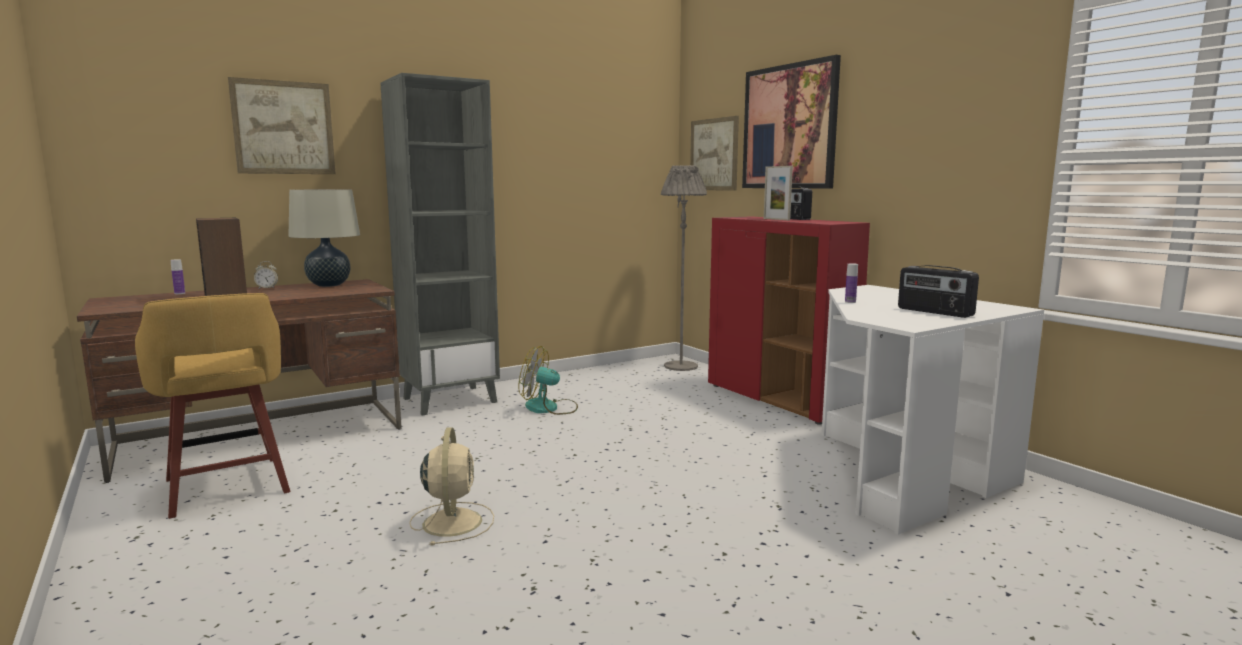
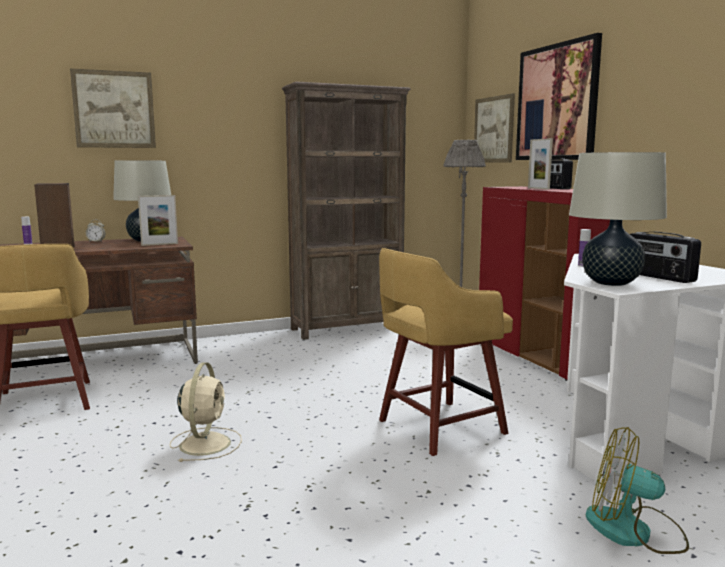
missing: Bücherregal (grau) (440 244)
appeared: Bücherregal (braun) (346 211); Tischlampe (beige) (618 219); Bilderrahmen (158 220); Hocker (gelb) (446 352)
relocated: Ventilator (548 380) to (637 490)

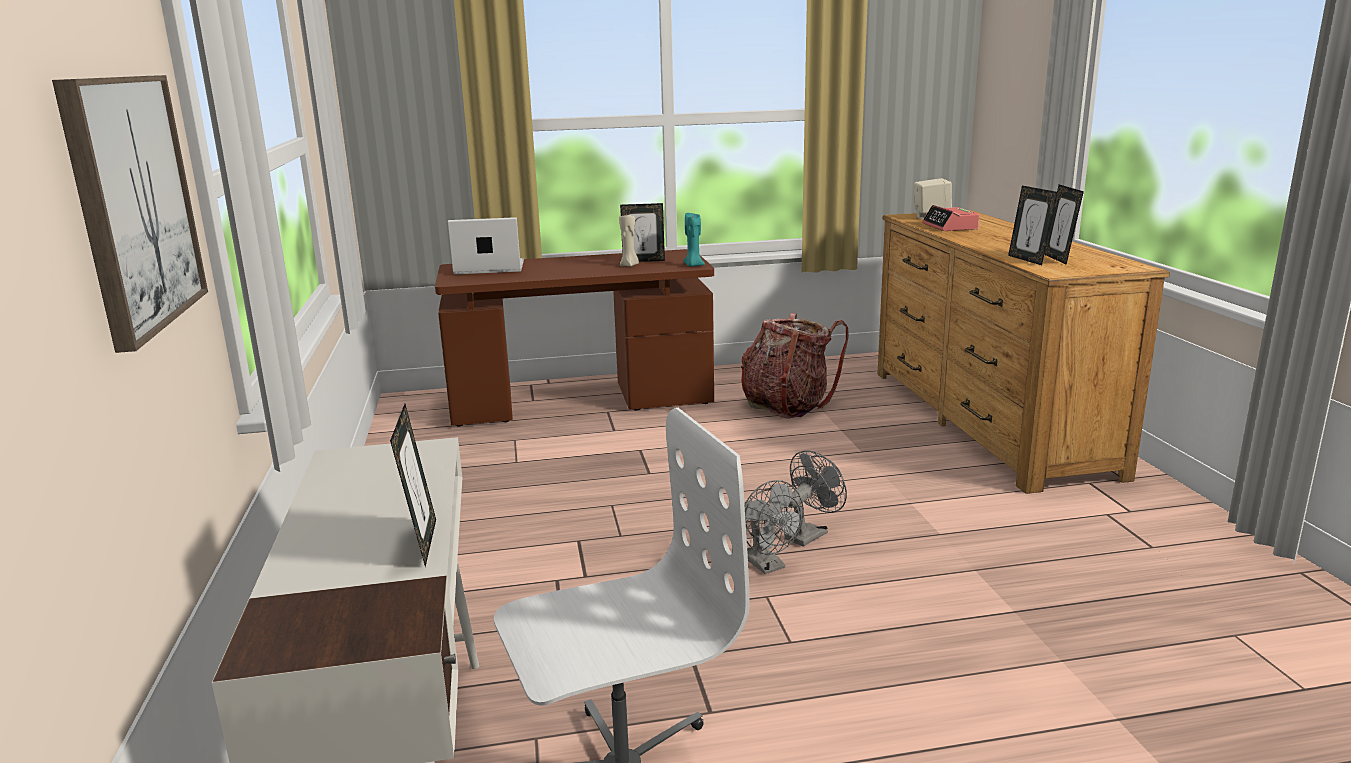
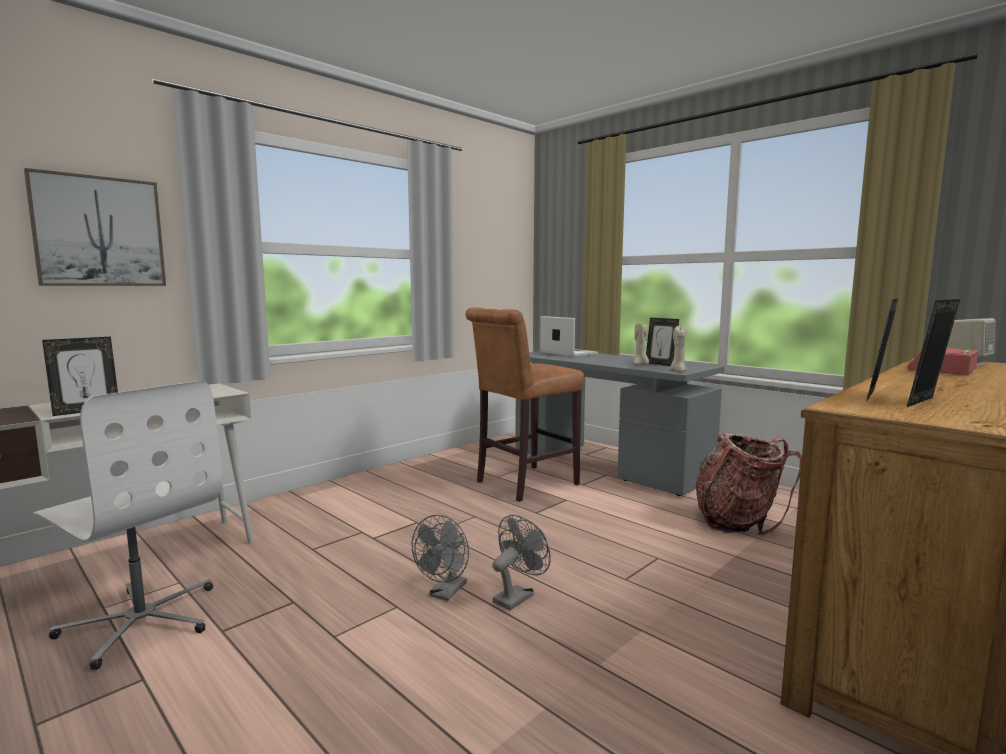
appeared: Hocker (braun) (525 405)
colour: Kerze (türkis) (694 240) to Kerze (beige) (679 349); Schreibtisch (braun) (574 338) to Schreibtisch (grau) (620 423)
spun: Ventilator (grau) (816 498) = (521 562) 60 degrees counterclockwise

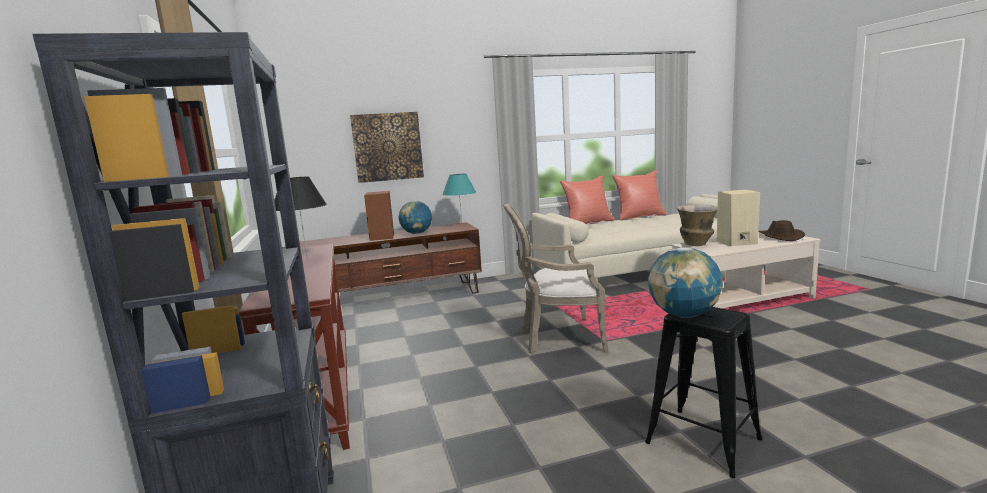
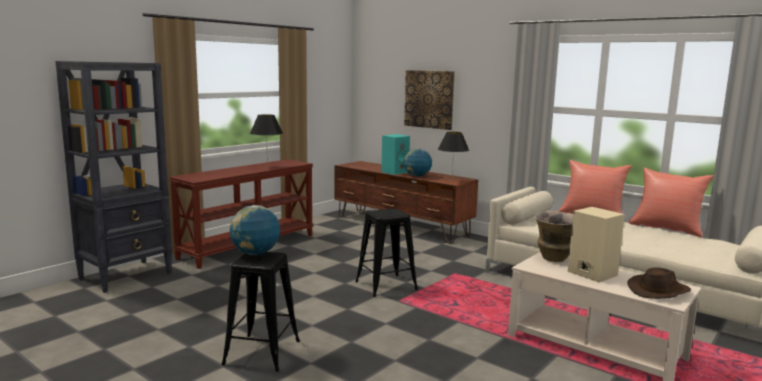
exchanged: Sessel (555 277) to Hocker (schwarz) (386 252)
colour: Tischlampe (türkis) (459 198) to Tischlampe (schwarz) (453 153); Lautsprecher (braun) (379 216) to Lautsprecher (türkis) (395 154)

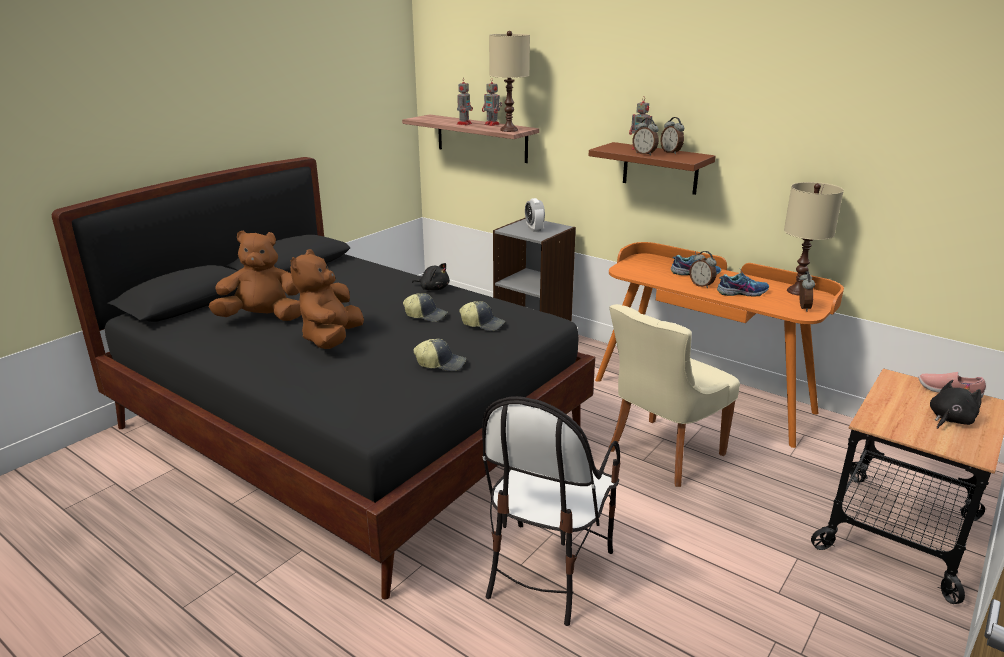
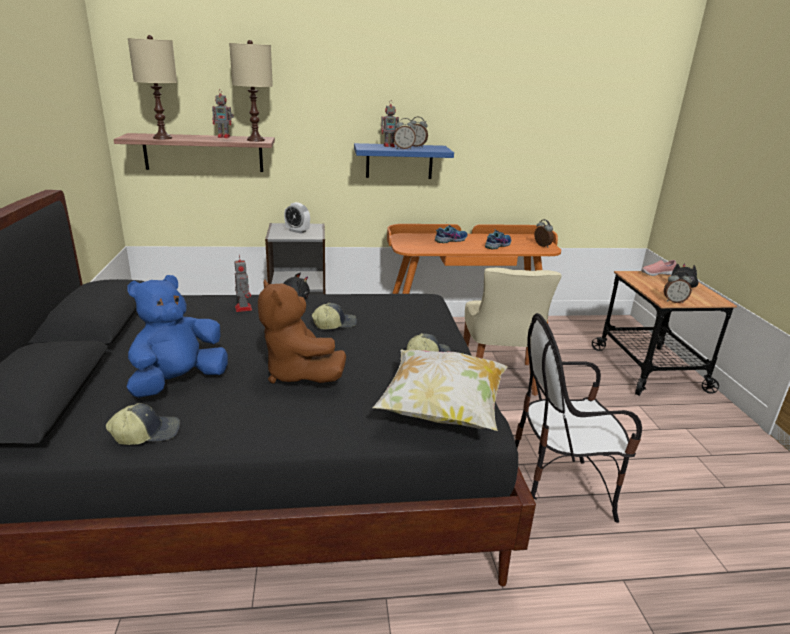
appeared: Kissen (440 390)
relocated: Spielzeugroboter (465 103) to (243 283); Tischlampe (beige) (814 239) to (152 87); Wecker (703 269) to (678 287); Kappe (482 316) to (143 424)
colour: Wandregal (braun) (652 168) to Wandregal (blau) (404 161); Plüschtier (braun) (255 276) to Plüschtier (blau) (177 336)
spun: Stuhl (551 511) = (578 418) 105 degrees clockwise

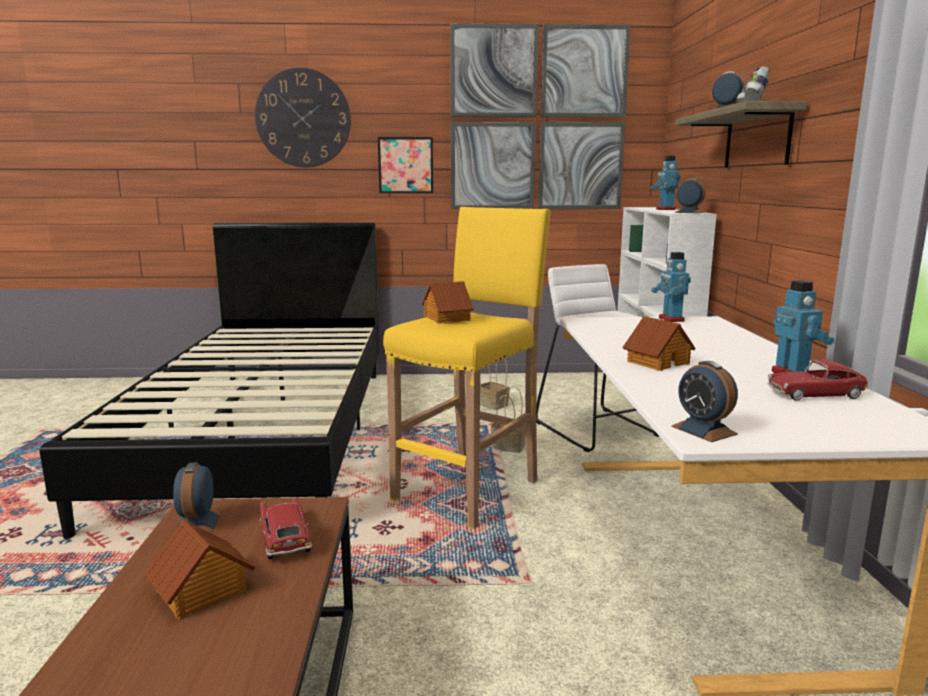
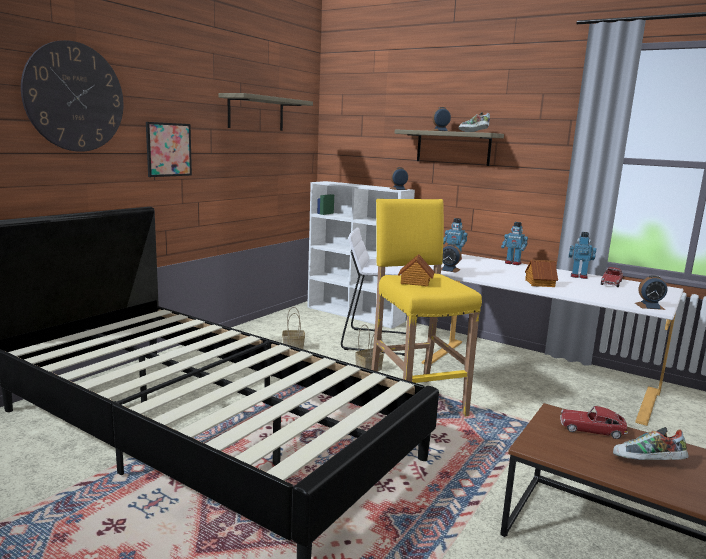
relocated: Spielzeugroboter (665 183) to (514 243); Wecker (197 497) to (451 258)
exchanged: Bild (540 116) to Wandregal (266 112); Spielzeughaus (200 569) to Schuh (651 443)

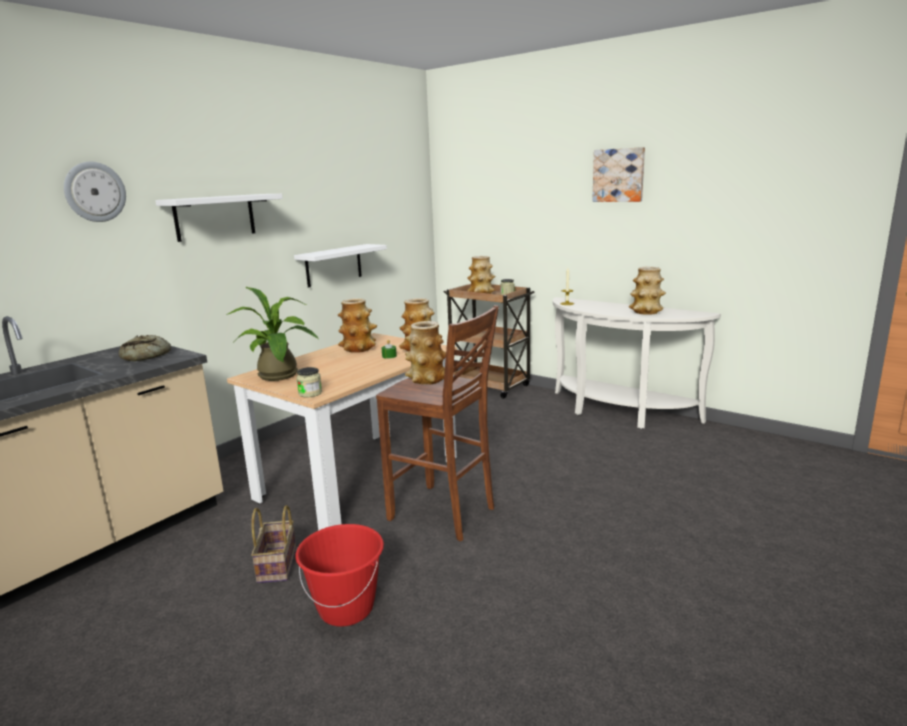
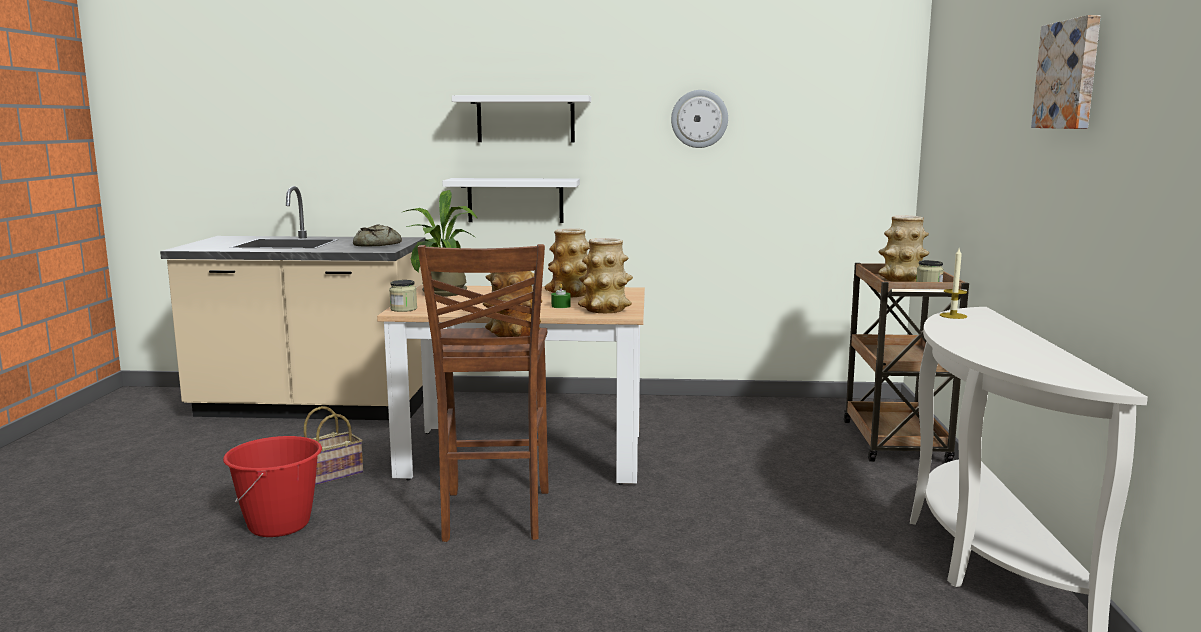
missing: Vase (647 291)
relocated: Wanduhr (95 192) to (699 119); Wandregal (weiß) (340 266) to (511 200)

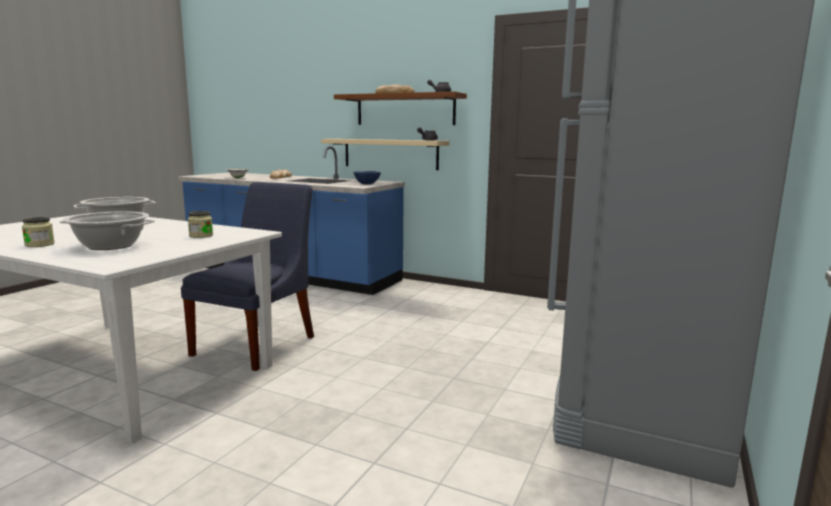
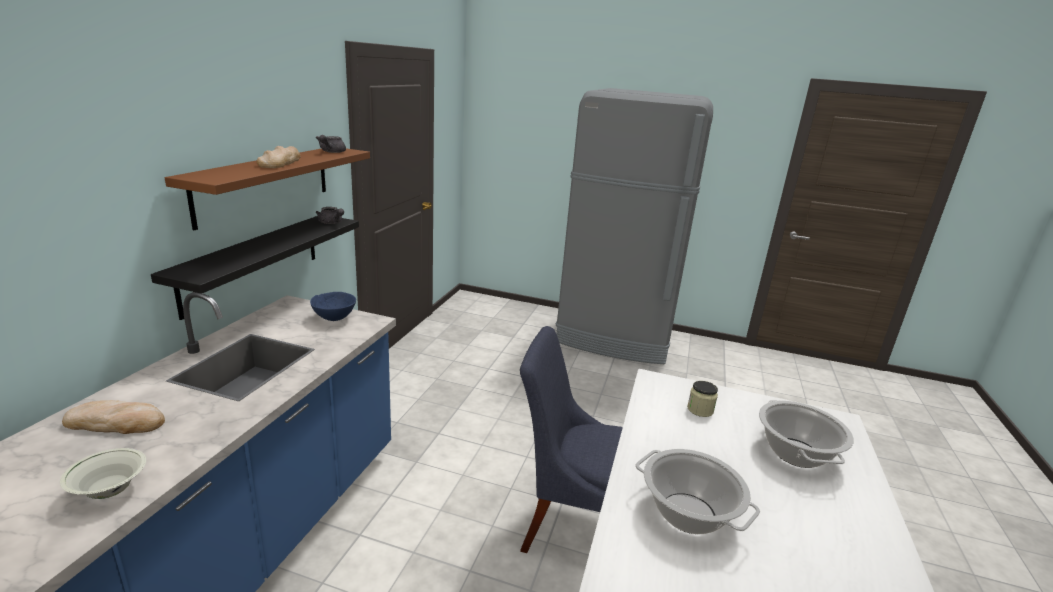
missing: Vorratsglas (38 232)
colour: Wandregal (beige) (385 154) to Wandregal (schwarz) (255 268)

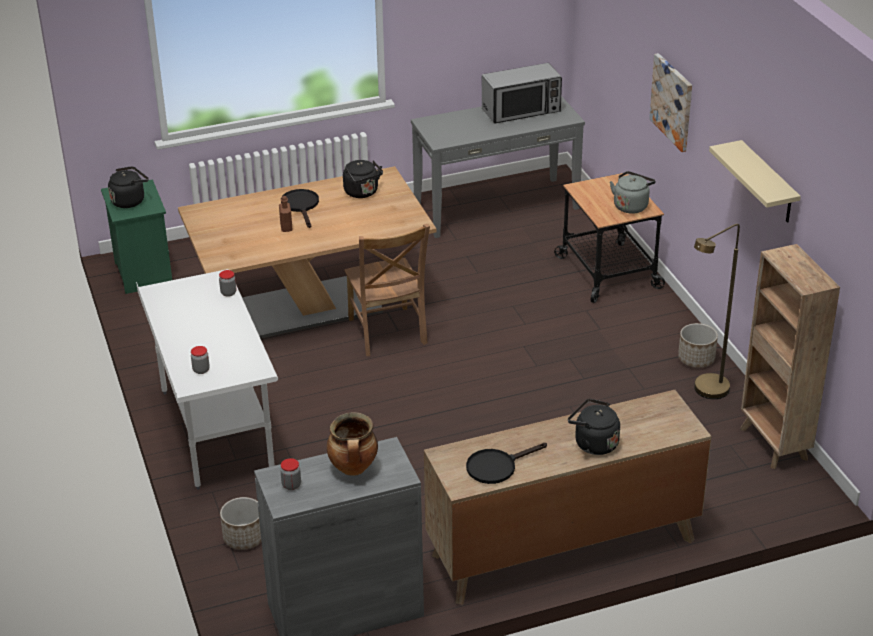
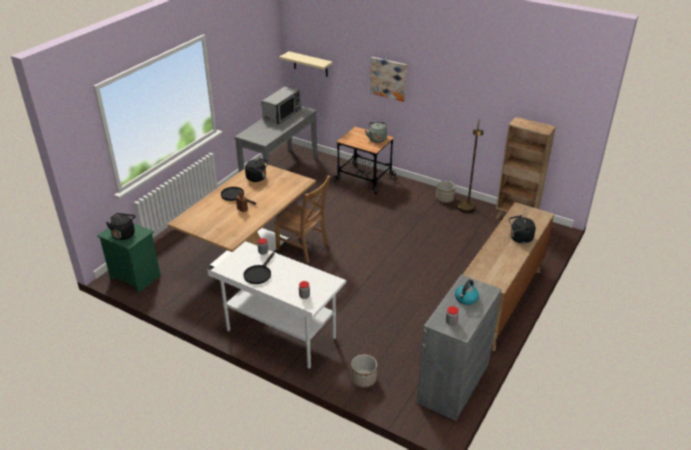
relocated: Wandregal (beige) (755 181) to (306 64); Pfanne (schwarz) (506 463) to (259 268)
exchanged: Kochtopf (352 444) to Wasserkessel (467 292)

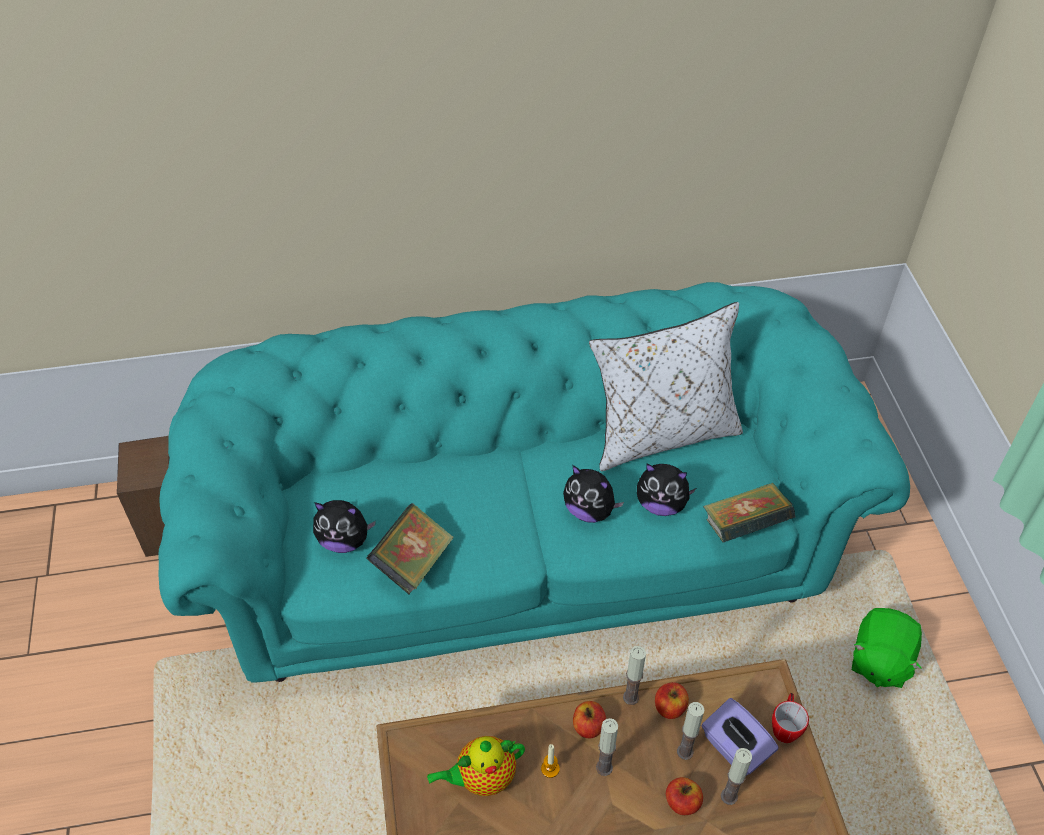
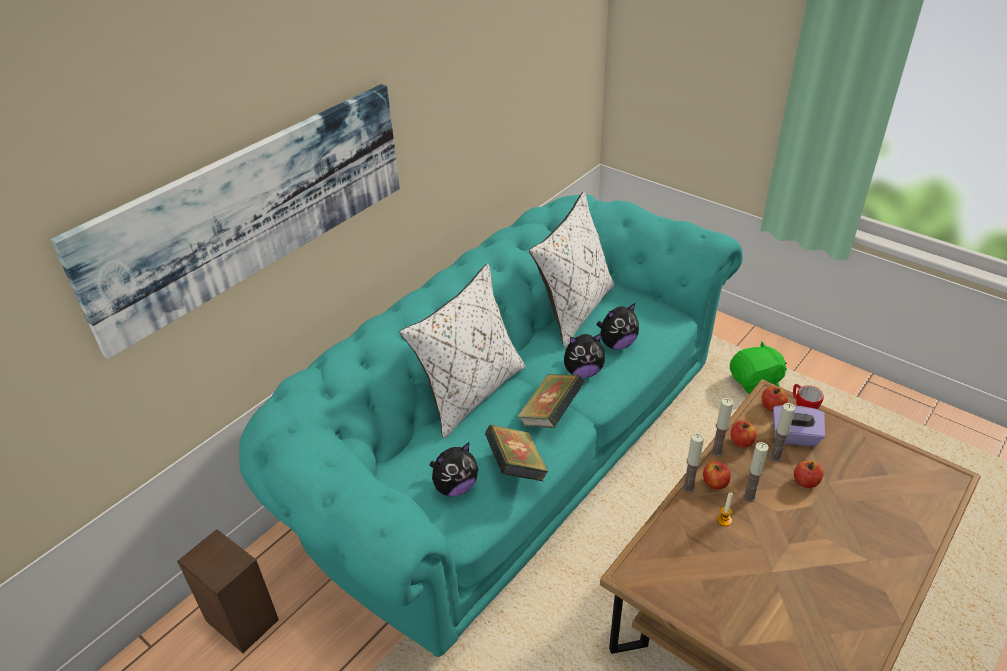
missing: Teekanne (476 766)
appeared: Bild (225 221); Kissen (weiß) (462 351); Apfel (775 399)
relocated: Buch (749 513) to (551 401); Kerze (736 776) to (693 463)
spun: Plüschtier (grün) (887 648) = (758 367) 90 degrees counterclockwise

